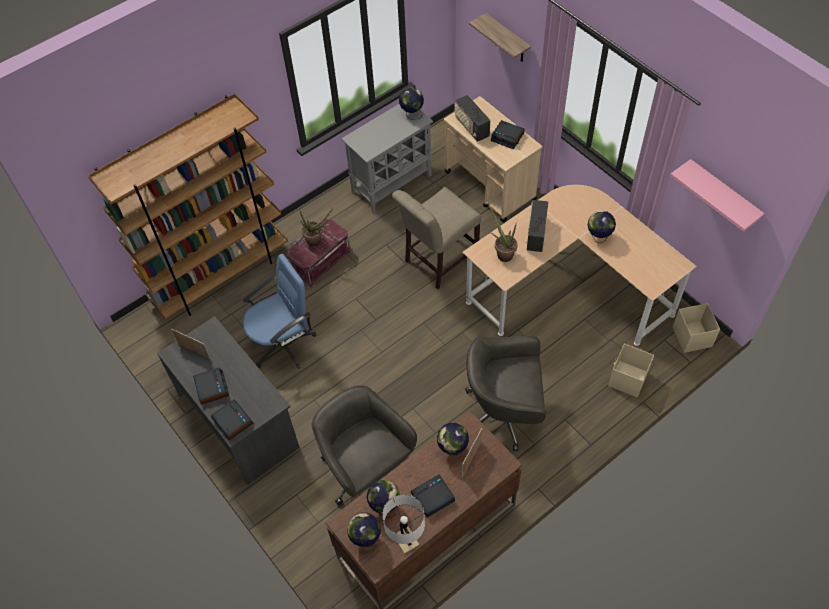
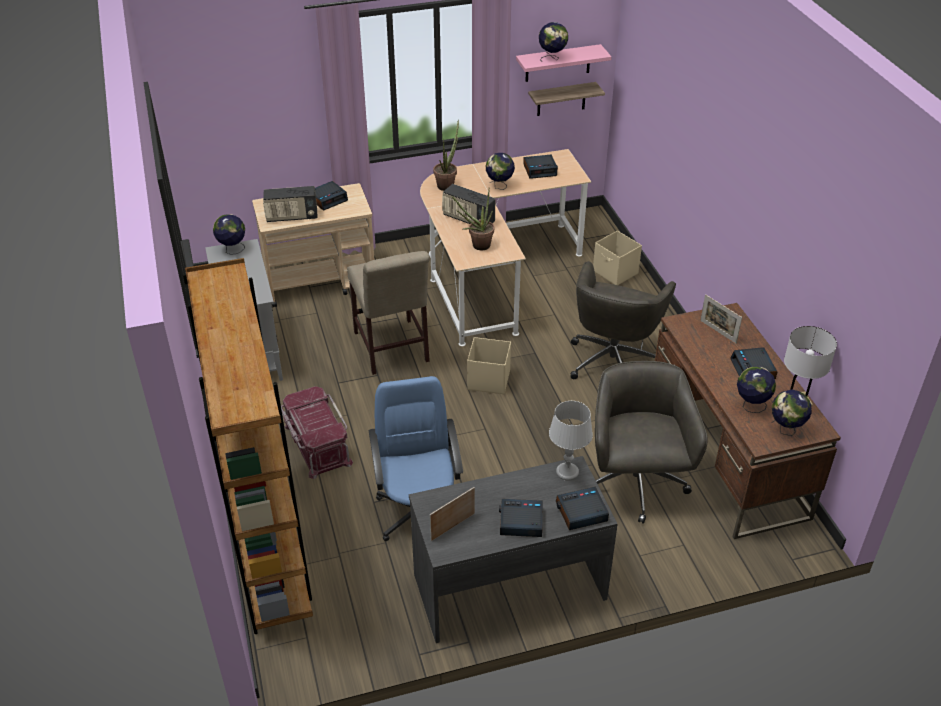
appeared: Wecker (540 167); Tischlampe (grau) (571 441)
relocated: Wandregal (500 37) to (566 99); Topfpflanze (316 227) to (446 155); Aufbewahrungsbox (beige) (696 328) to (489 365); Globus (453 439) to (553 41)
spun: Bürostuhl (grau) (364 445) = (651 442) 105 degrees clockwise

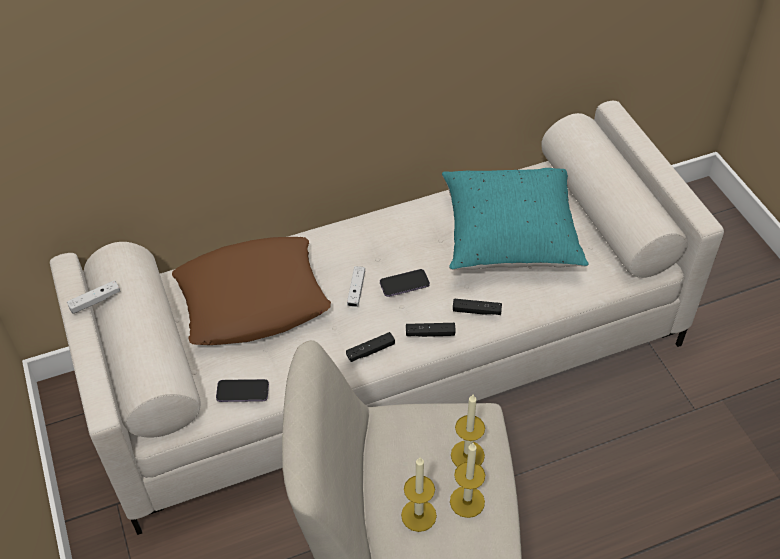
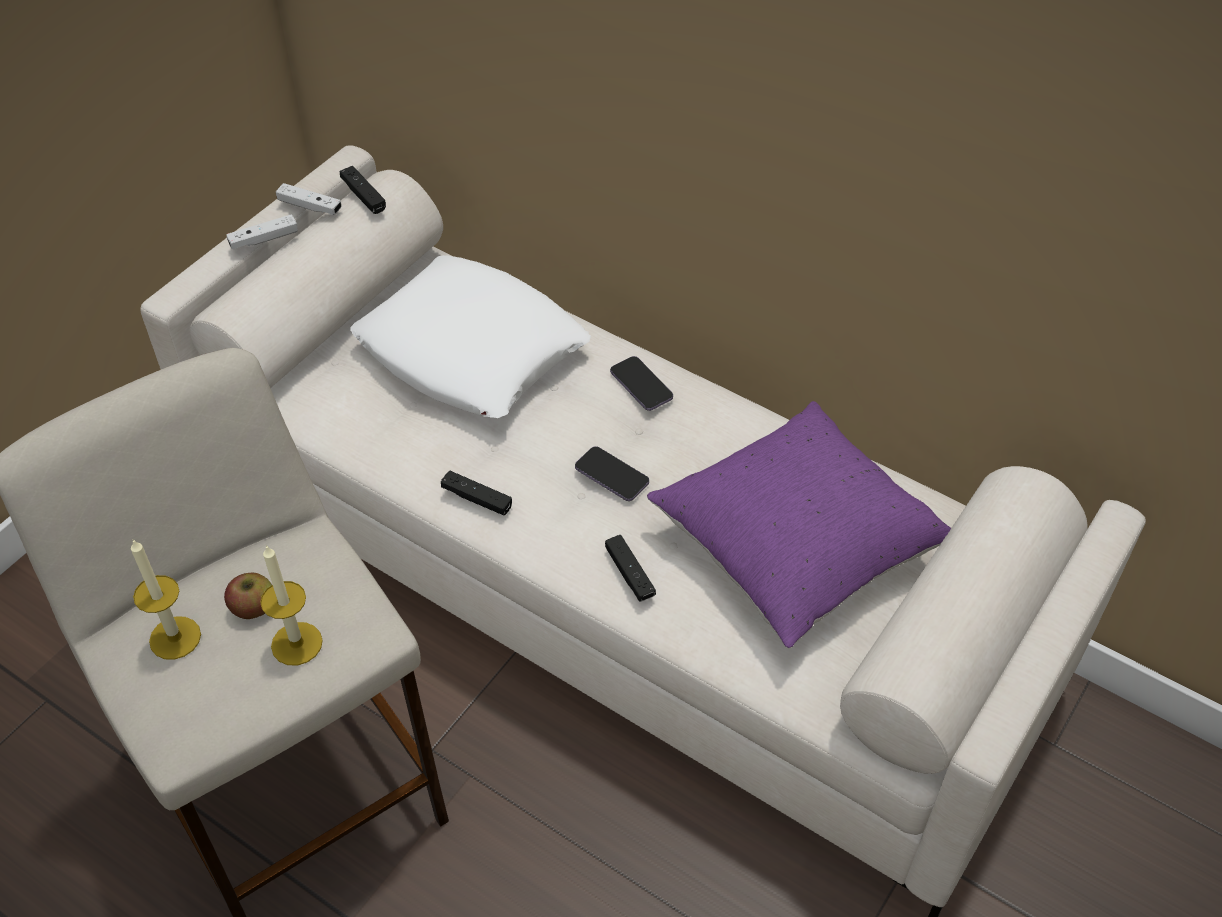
missing: Kerze (467 480)
appeared: Apfel (248 596)
relocated: Gamepad (weiß) (356 286) to (262 231); Gamepad (schwarz) (431 330) to (363 190); Handy (242 390) to (641 383)
colour: Kissen (türkis) (515 219) to Kissen (lila) (799 525); Kissen (braun) (251 291) to Kissen (weiß) (470 336)

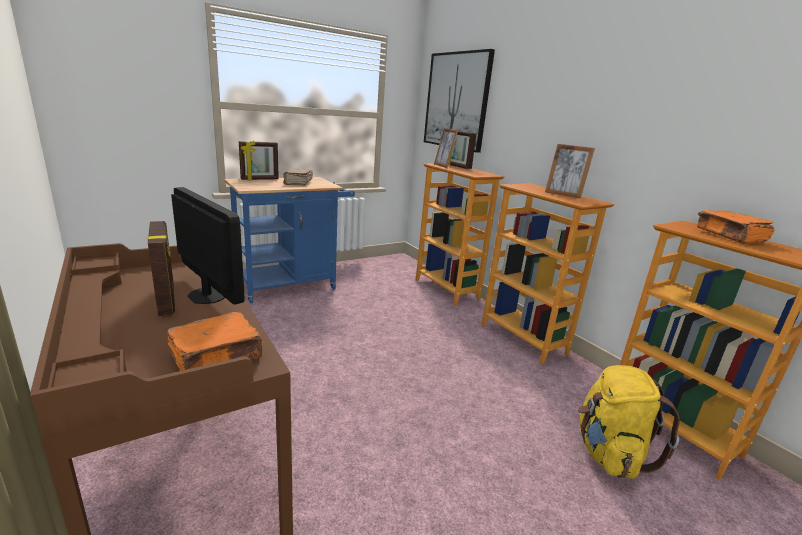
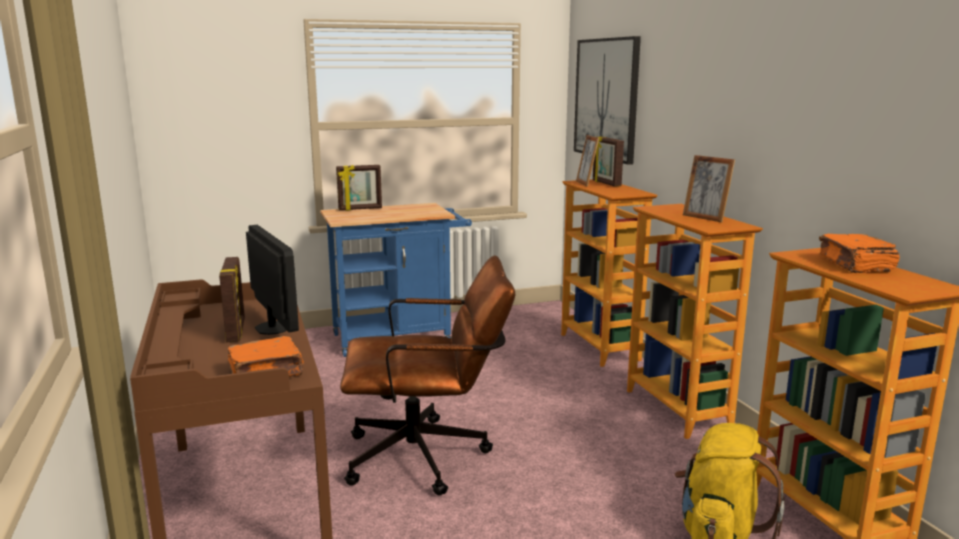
missing: Buch (braun) (298 177)
appeared: Bürostuhl (braun) (427 375)

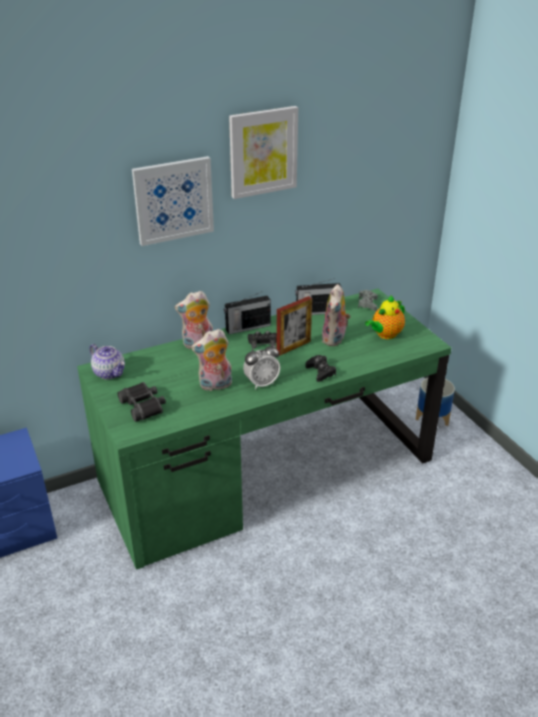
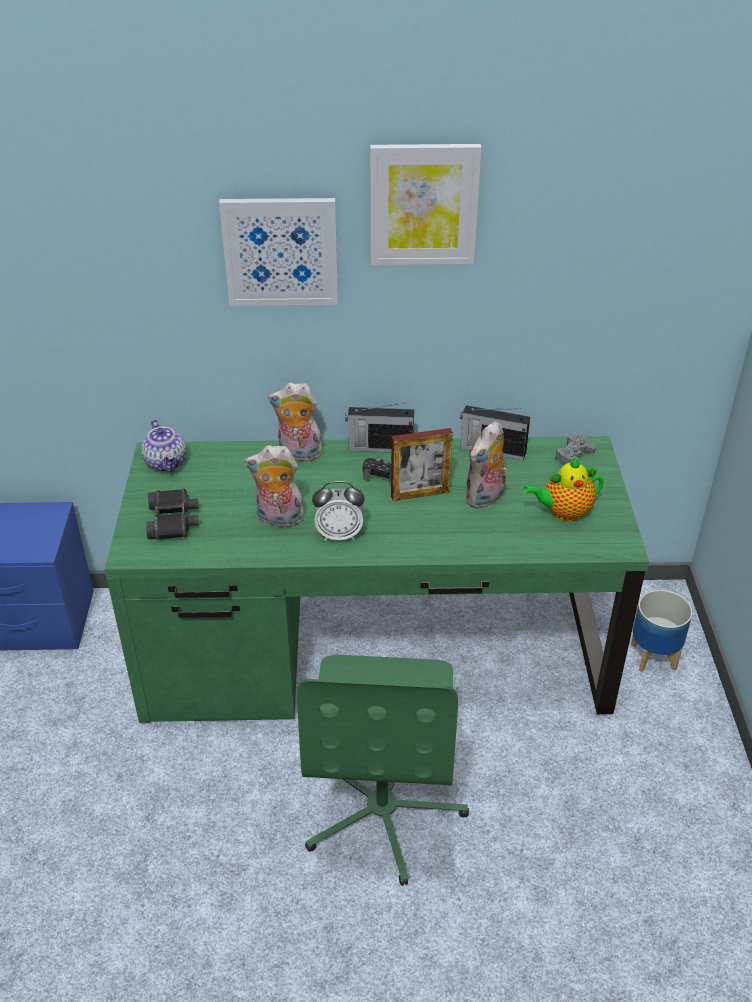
missing: Gamepad (schwarz) (321 368)
appeared: Bürostuhl (grün) (383 770)

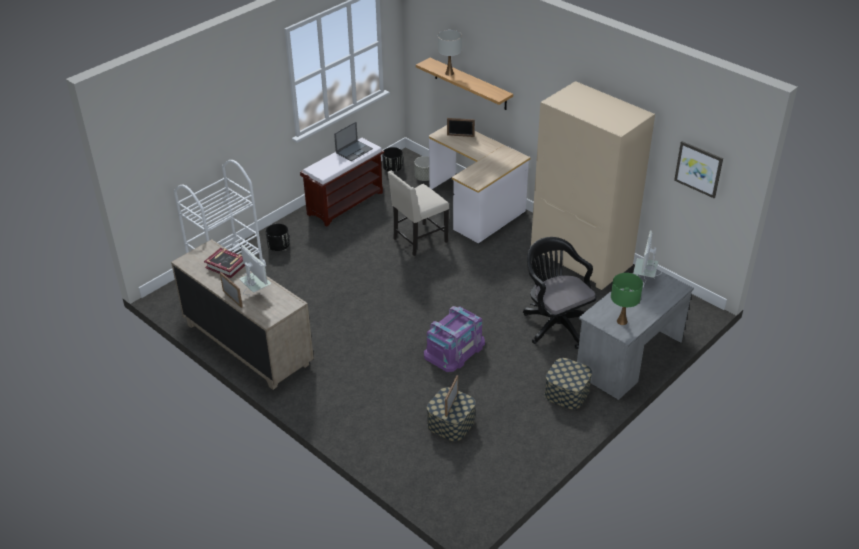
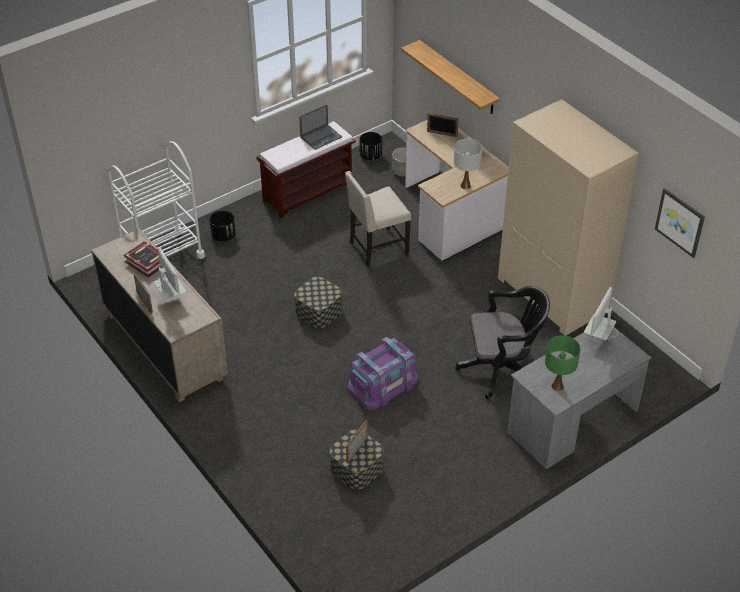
relocated: Tischlampe (weiß) (450 53) to (468 164); Aufbewahrungsbox (568 383) to (318 302)
spun: Bürostuhl (schwarz) (560 293) = (502 342) 105 degrees clockwise

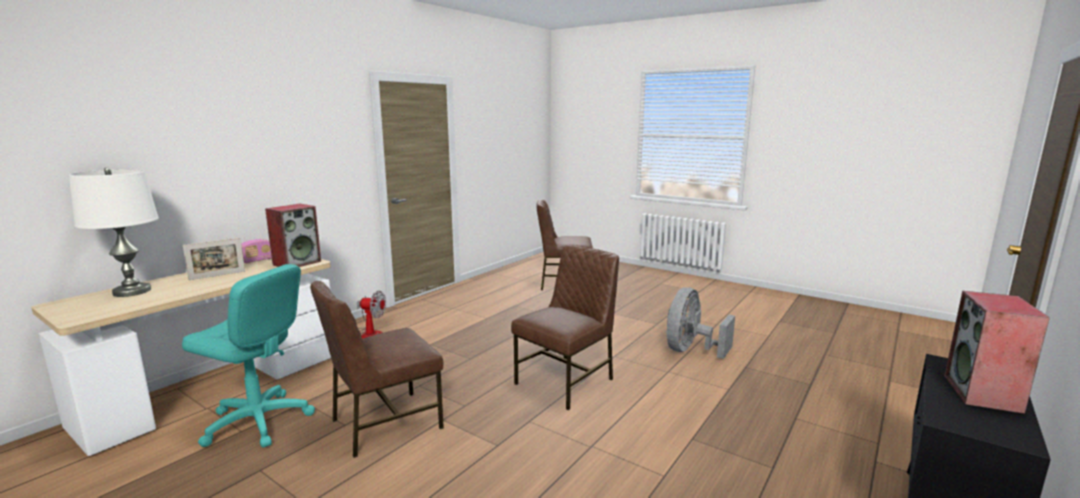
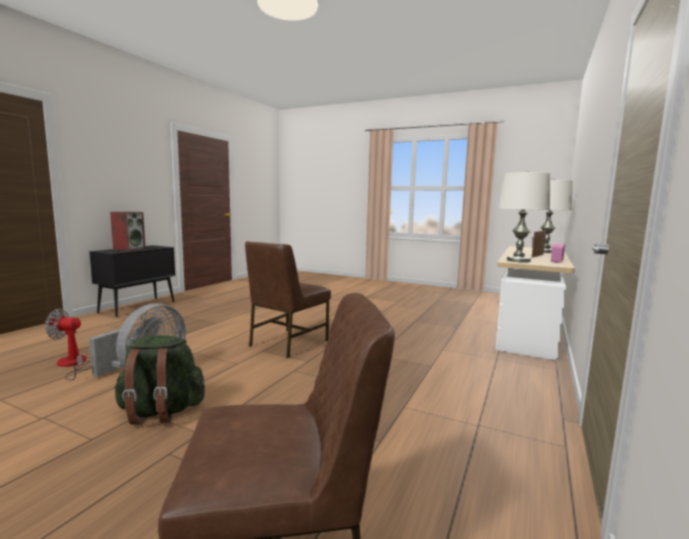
missing: Bürostuhl (türkis) (248 356); Stuhl (braun) (377 369)
appeared: Rucksack (grün) (159 380)
relocated: Ventilator (371 315) to (68 344)
exchanged: Lautsprecher (293 235) to Tischlampe (weiß) (524 216)

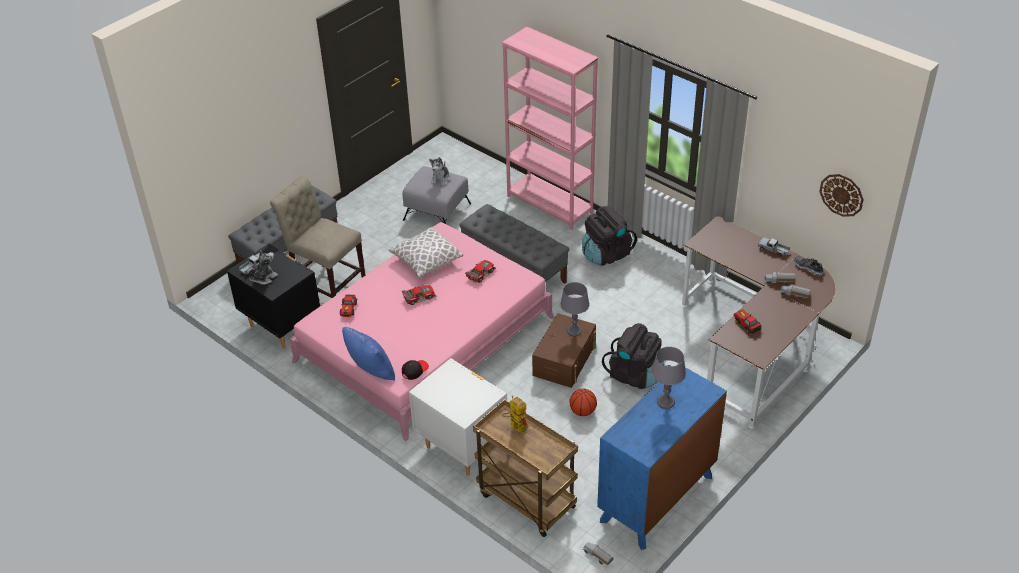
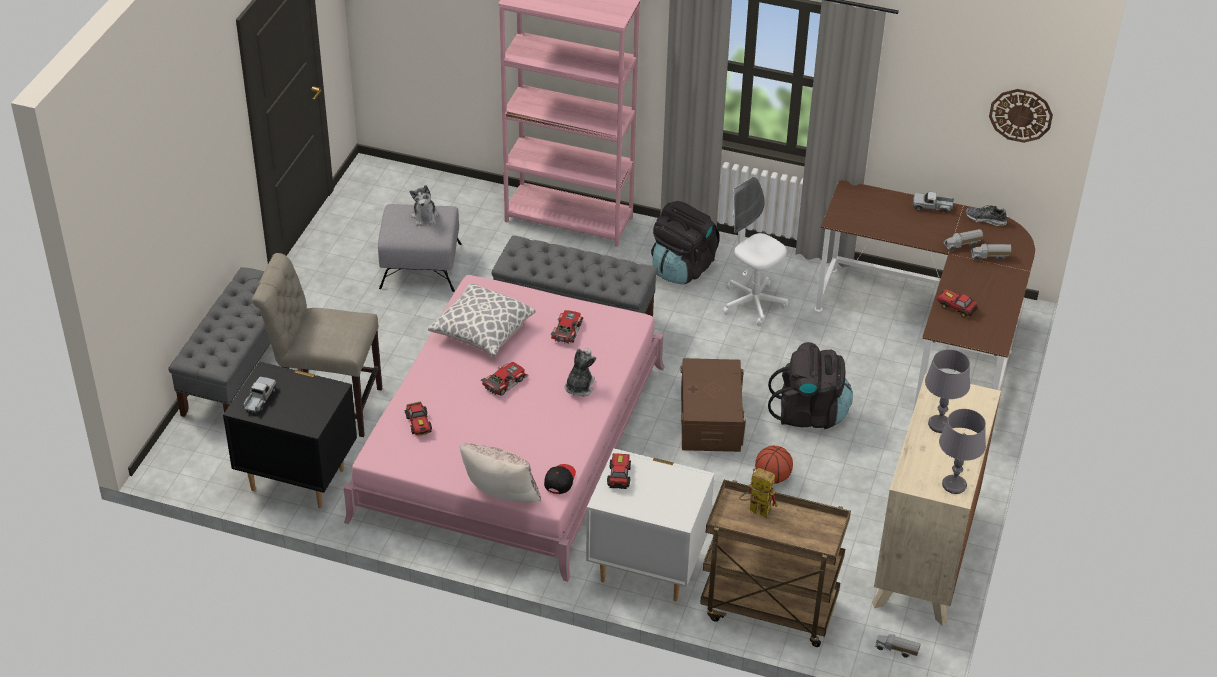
appeared: Bürostuhl (weiß) (755 251); Spielzeugauto (619 471)
relocated: Plüschtier (263 267) to (580 373); Tischlampe (grau) (574 309) to (962 451)
colour: Kissen (blau) (368 354) to Kissen (beige) (500 473); Kommode (blau) (662 456) to Kommode (beige) (936 500)

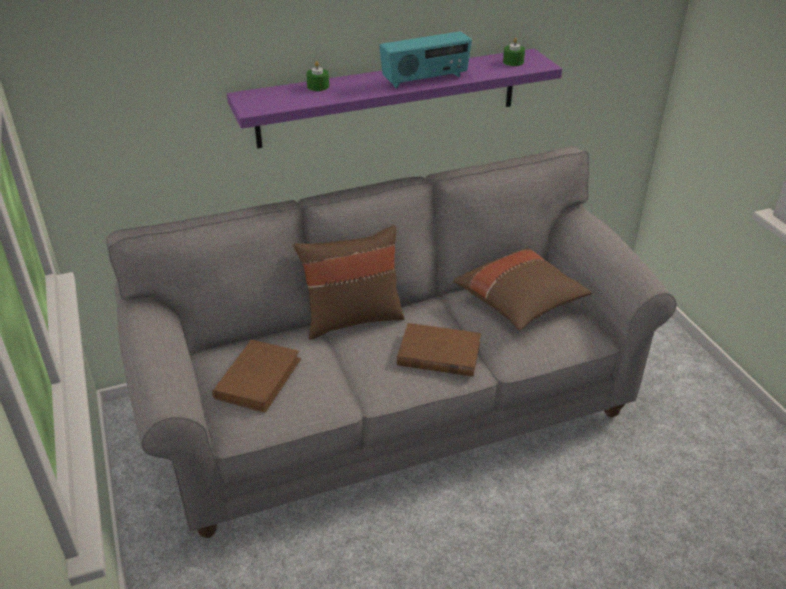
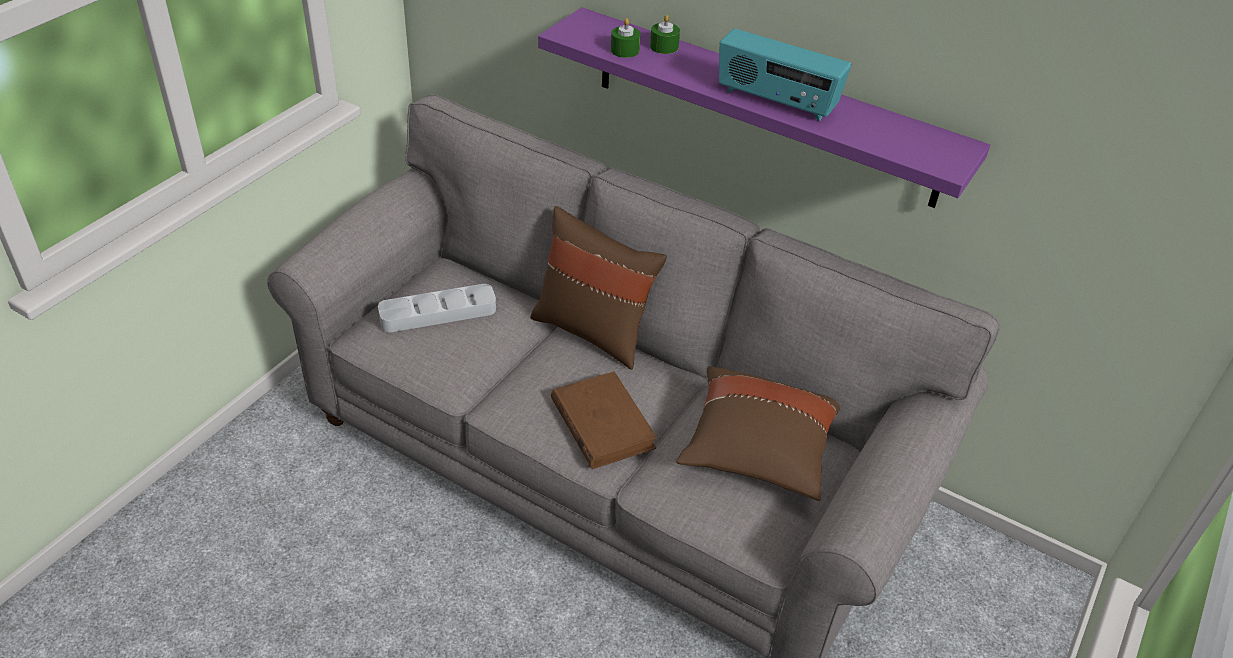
relocated: Kerze (grün) (514 51) to (626 38)
exchanged: Buch (braun) (256 376) to Tablett (grau) (437 308)

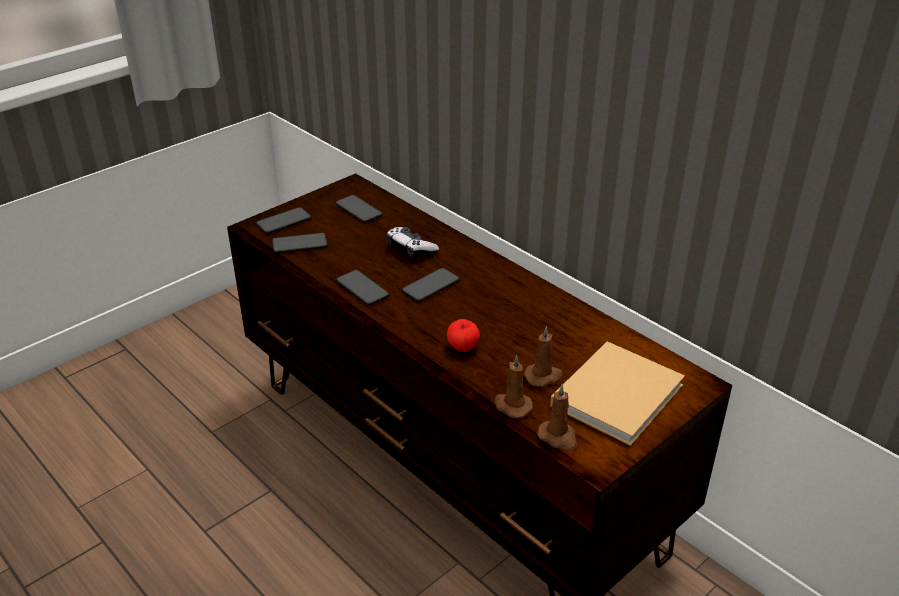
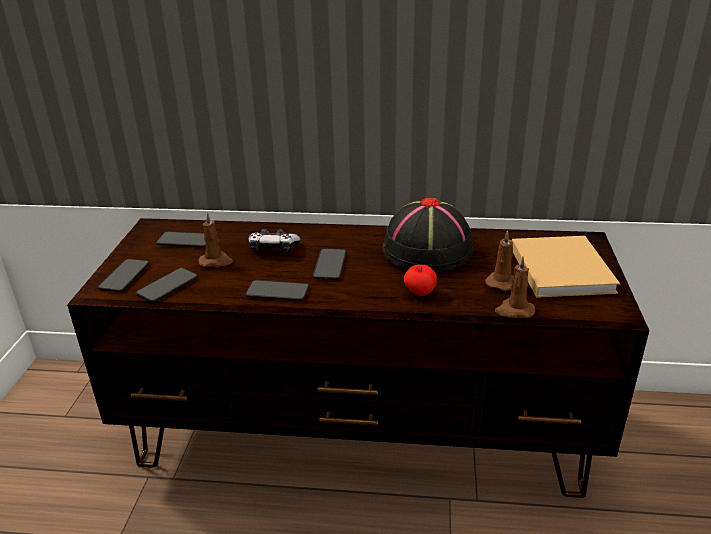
appeared: Hut (schwarz) (427 235)
relocated: Kerze (braun) (557 417) to (215 239)

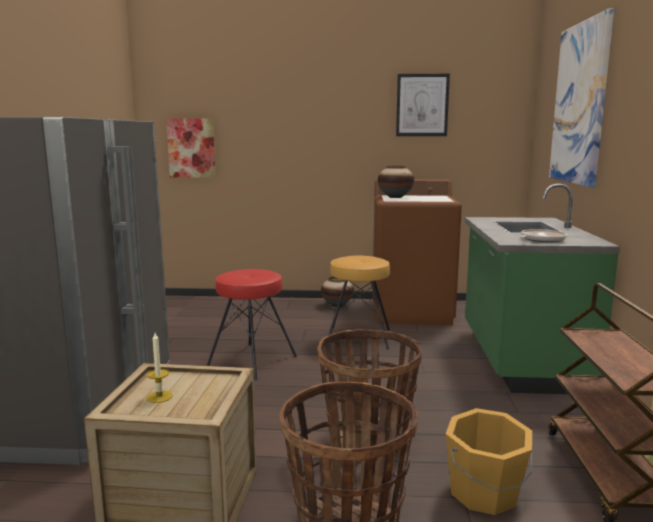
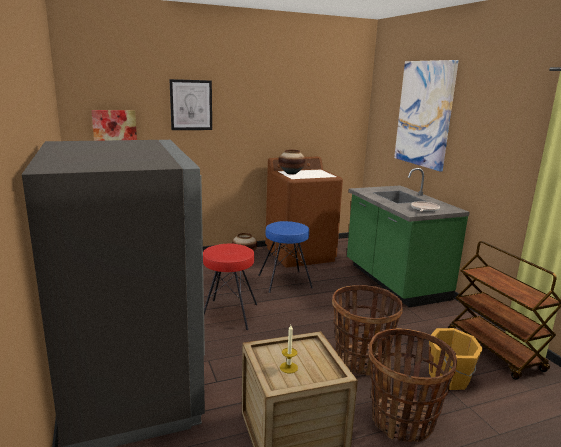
relocated: Bild (423 104) to (190 104)
colour: Hocker (braun) (359 302) to Hocker (blau) (285 257)

